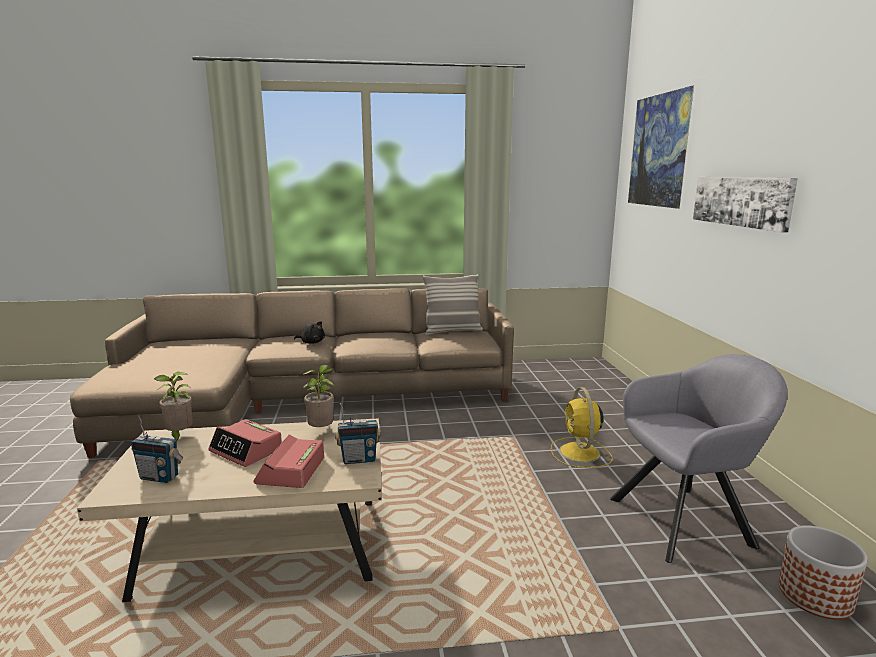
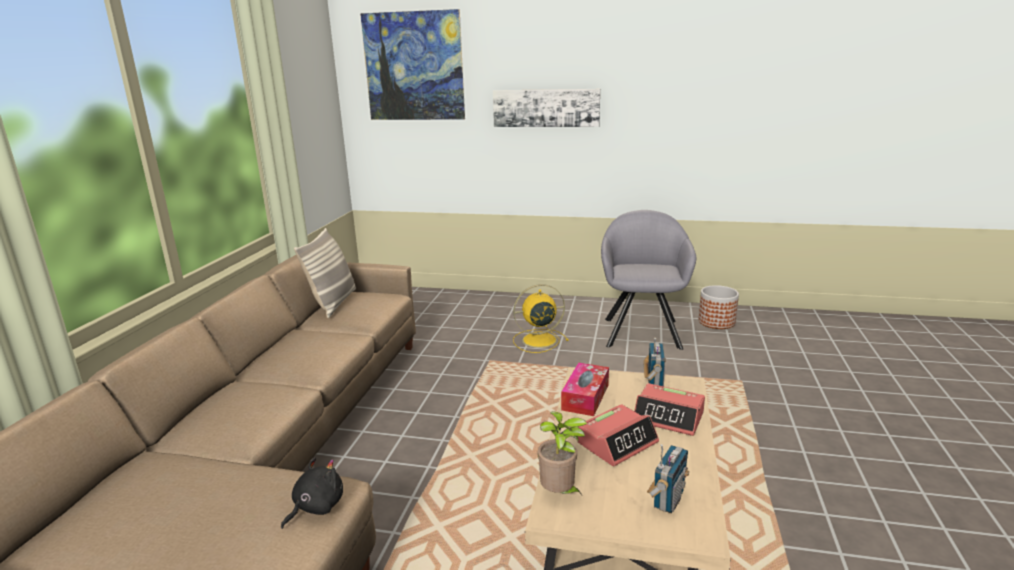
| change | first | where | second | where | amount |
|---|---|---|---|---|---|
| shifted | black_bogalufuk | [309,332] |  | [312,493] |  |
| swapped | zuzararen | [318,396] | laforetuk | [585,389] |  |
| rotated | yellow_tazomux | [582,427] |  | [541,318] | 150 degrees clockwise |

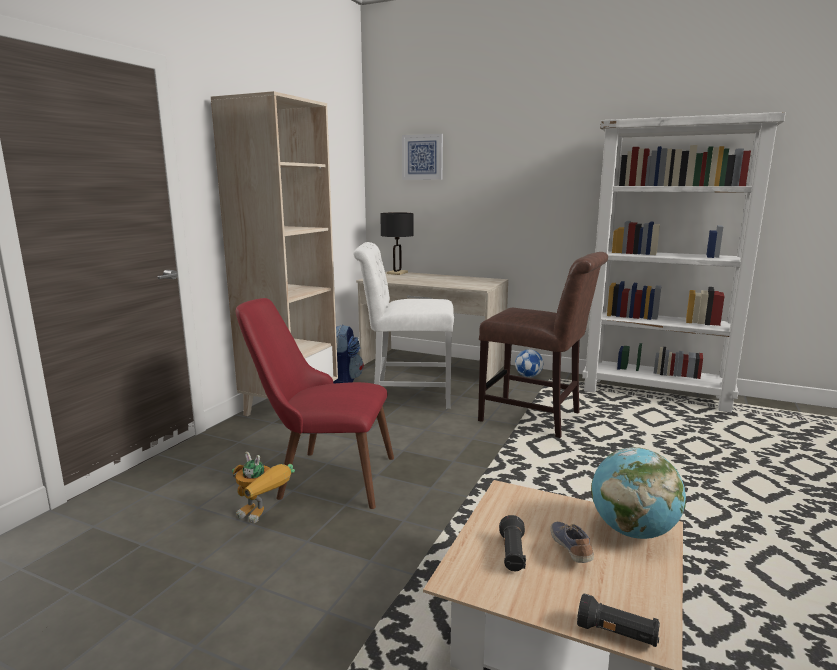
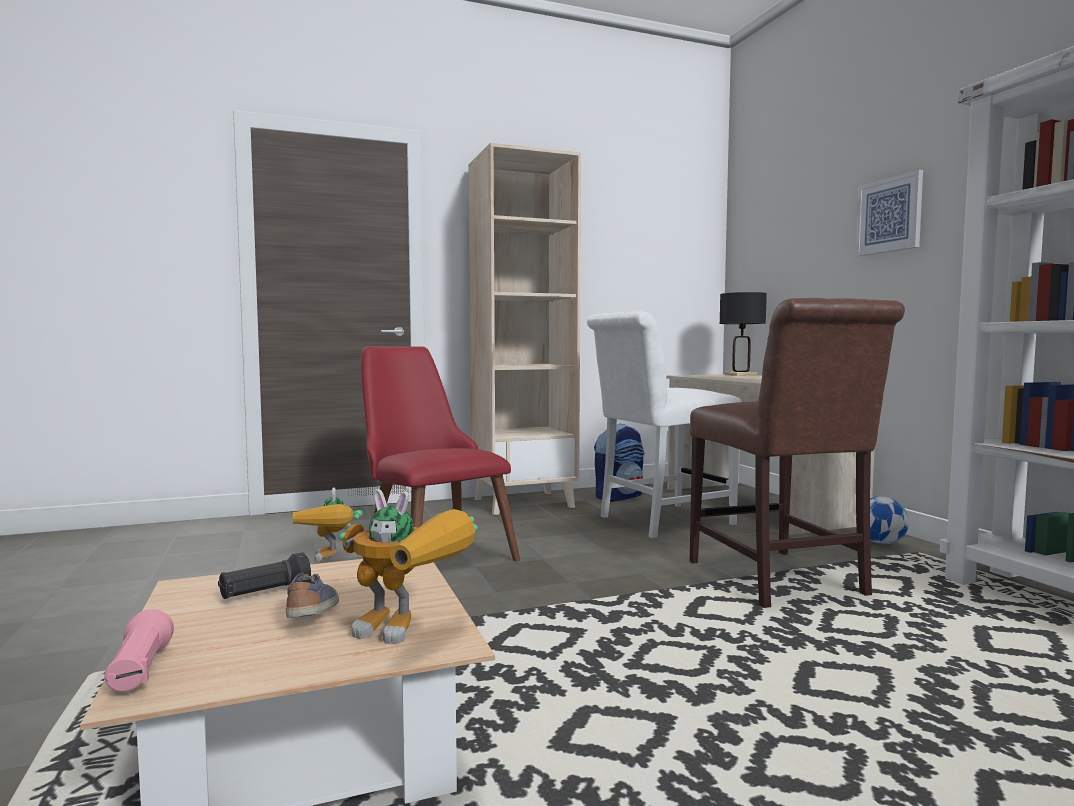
| change | first | where | second | where | amount |
|---|---|---|---|---|---|
| shifted | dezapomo | [422,157] |  | [889,213] |  |
| swapped | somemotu | [638,493] | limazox | [408,566] |  |
| repainted | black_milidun | [618,620] | pink_milidun | [139,650] |  |
| rotated | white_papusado | [403,325] |  | [664,424] | 75 degrees counterclockwise |
| rotated | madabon | [572,542] |  | [312,595] | 45 degrees counterclockwise |

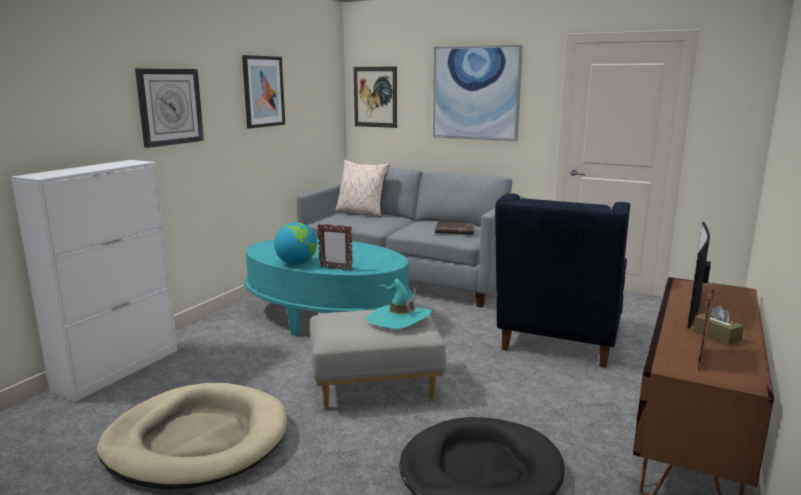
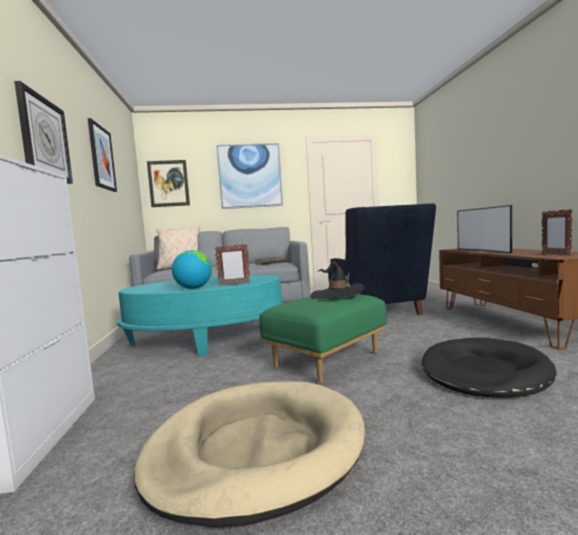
| change | first | where | second | where | amount |
|---|---|---|---|---|---|
| gone | brown_laforetuk | [718,325] |  |  |  |
| repainted | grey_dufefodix | [378,360] | green_dufefodix | [323,338] |  |
| repainted | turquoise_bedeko | [399,304] | black_bedeko | [337,280] |  |

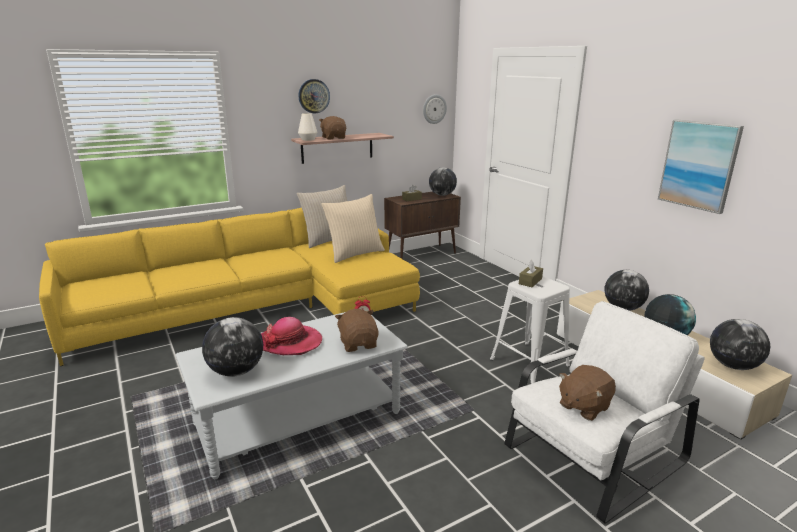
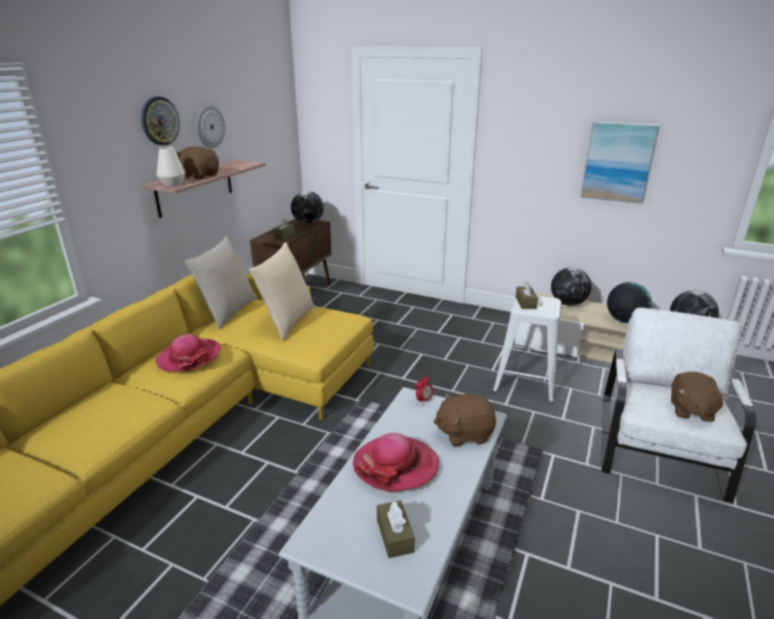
| change | first | where | second | where | amount |
|---|---|---|---|---|---|
| new |  |  | bedeko | [188,353] |  |
| shifted | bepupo | [435,109] |  | [210,126] |  |
| swapped | somemotu | [232,347] | brown_laforetuk | [396,529] |  |
| rotated | brown_bogalufuk | [357,330] |  | [464,419] | 45 degrees counterclockwise |

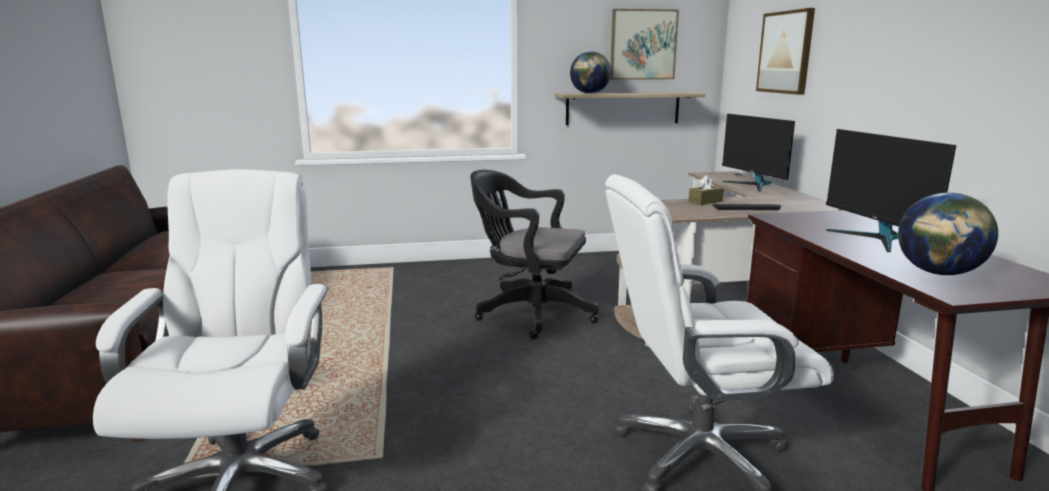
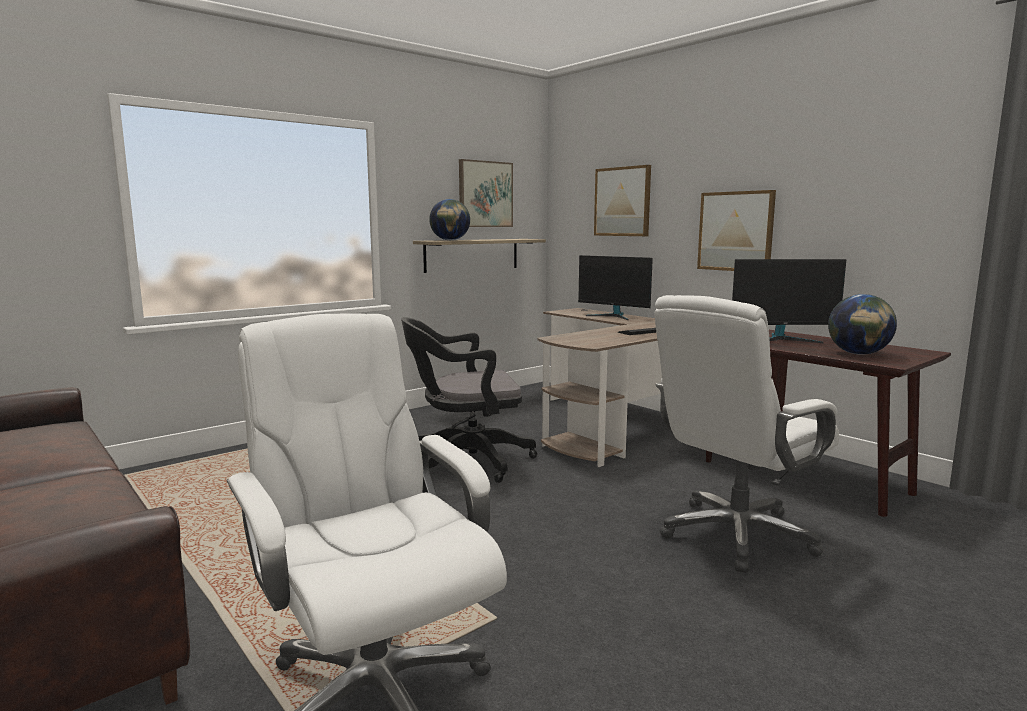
| change | first | where | second | where | amount |
|---|---|---|---|---|---|
| gone | brown_laforetuk | [706,190] |  |  |  |
| new |  |  | dezapomo | [736,230] |  |
| rotated | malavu | [891,190] |  | [789,301] | 45 degrees counterclockwise |

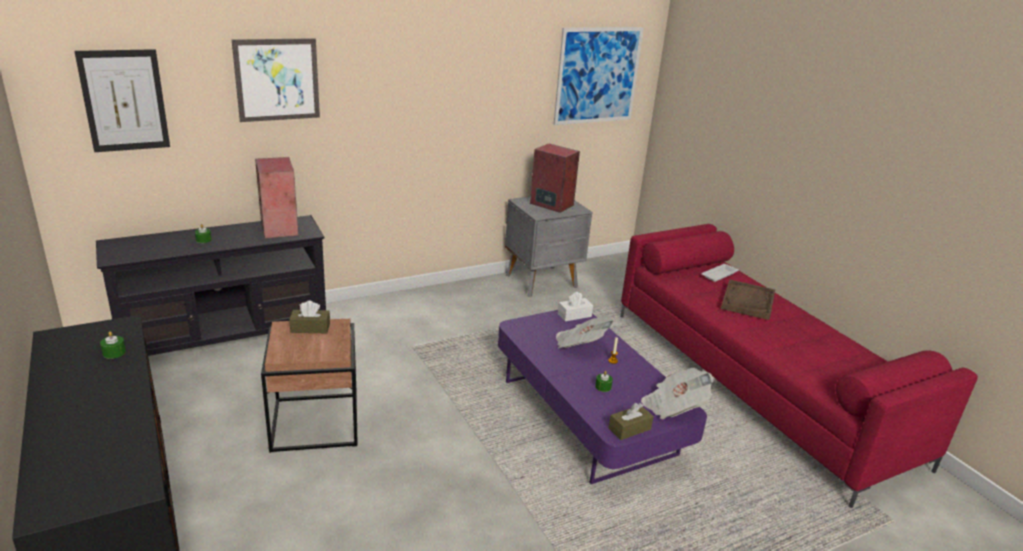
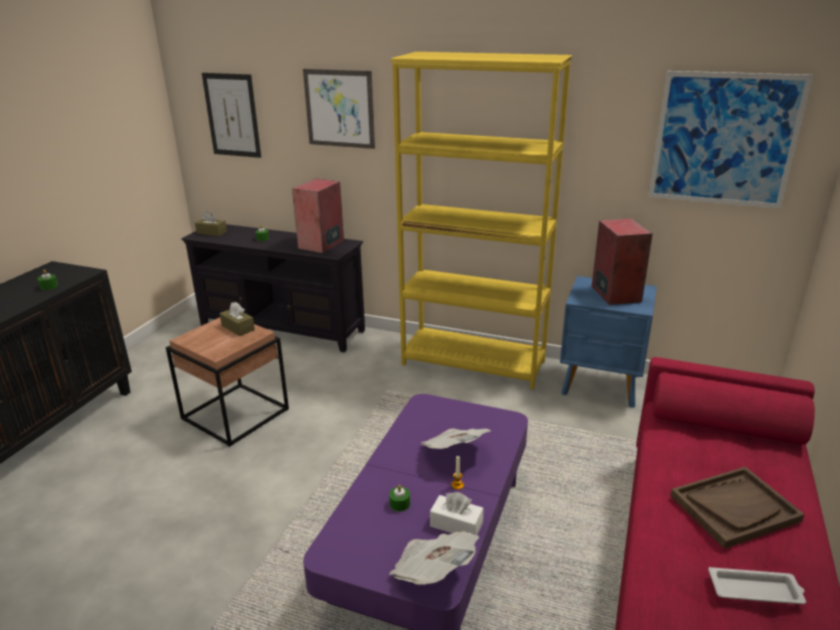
| change | first | where | second | where | amount |
|---|---|---|---|---|---|
| new |  |  | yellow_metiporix | [481,220] |  |
| shifted | white_laforetuk | [575,307] |  | [457,513] |  |
| shifted | brown_laforetuk | [631,421] |  | [211,223] |  |
| shifted | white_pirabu | [720,273] |  | [757,585] |  |
| repainted | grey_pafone | [548,247] | blue_pafone | [608,342] |  |

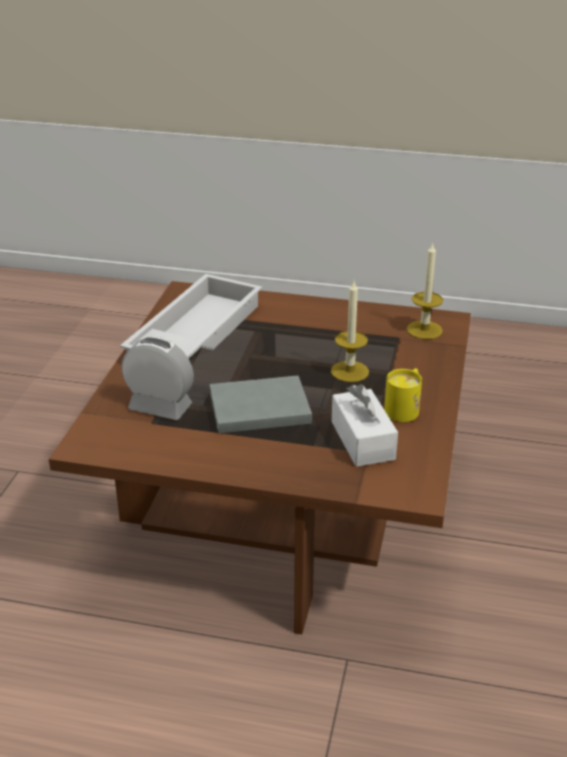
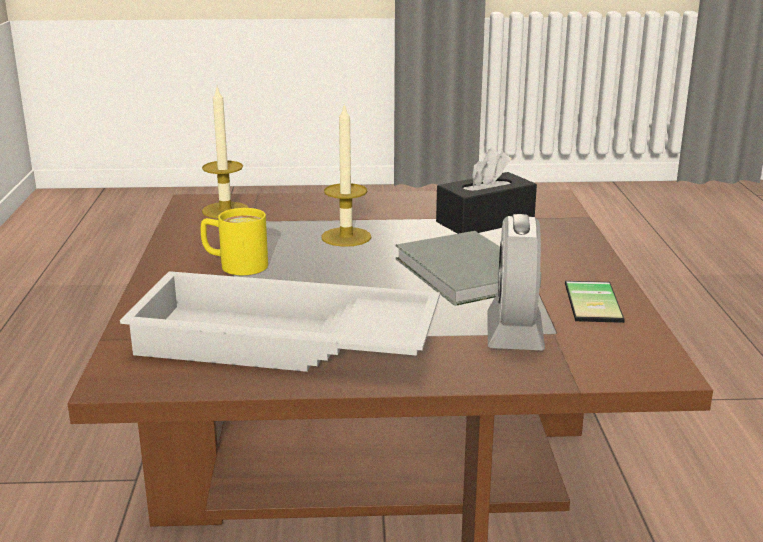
| change | first | where | second | where | amount |
|---|---|---|---|---|---|
| new |  |  | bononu | [595,302] |  |
| shifted | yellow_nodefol | [403,395] |  | [234,241] |  |
| repainted | white_laforetuk | [365,425] | black_laforetuk | [486,191] |  |

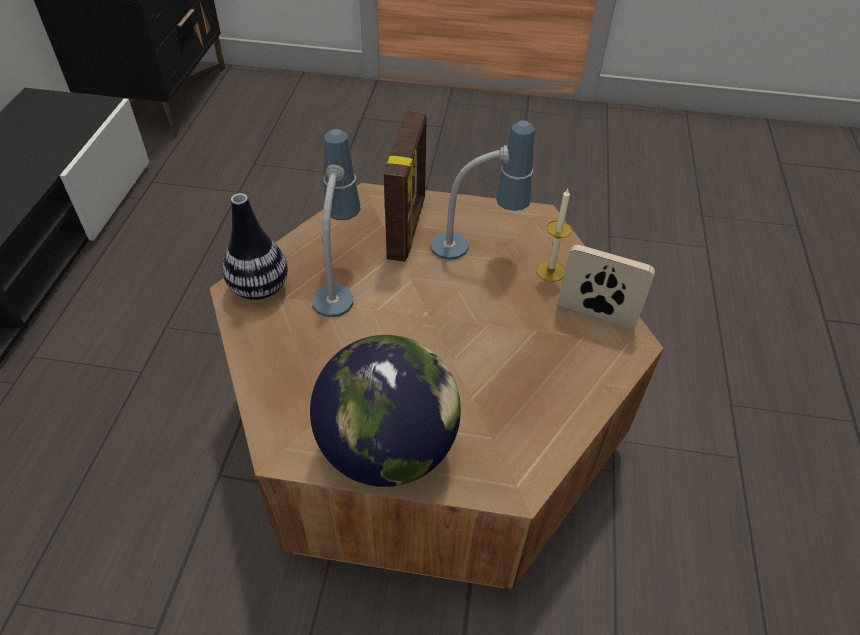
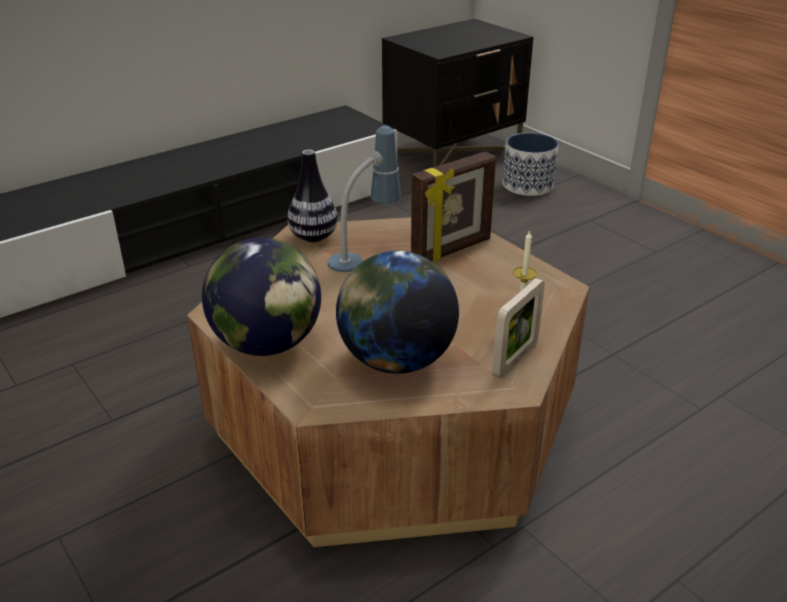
| change | first | where | second | where | amount |
|---|---|---|---|---|---|
| gone | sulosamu | [482,190] |  |  |  |
| new |  |  | somemotu | [397,312] |  |
| new |  |  | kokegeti | [531,164] |  |
| rotated | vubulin | [606,286] |  | [518,328] | 60 degrees clockwise |

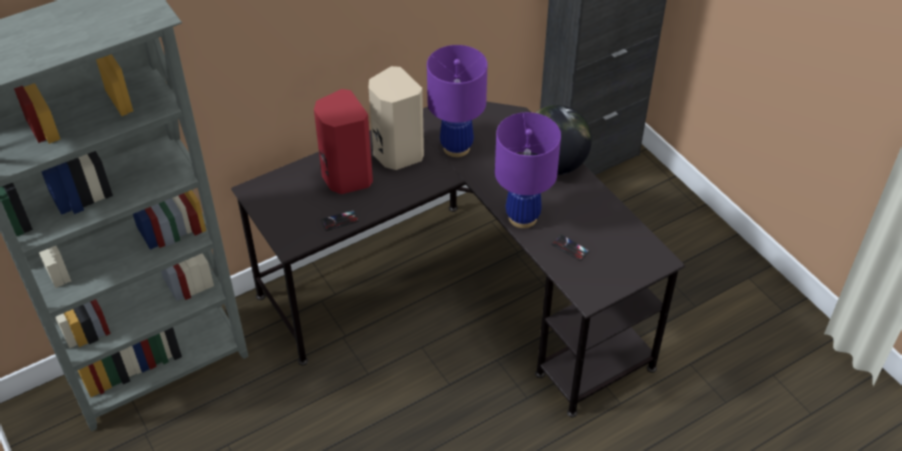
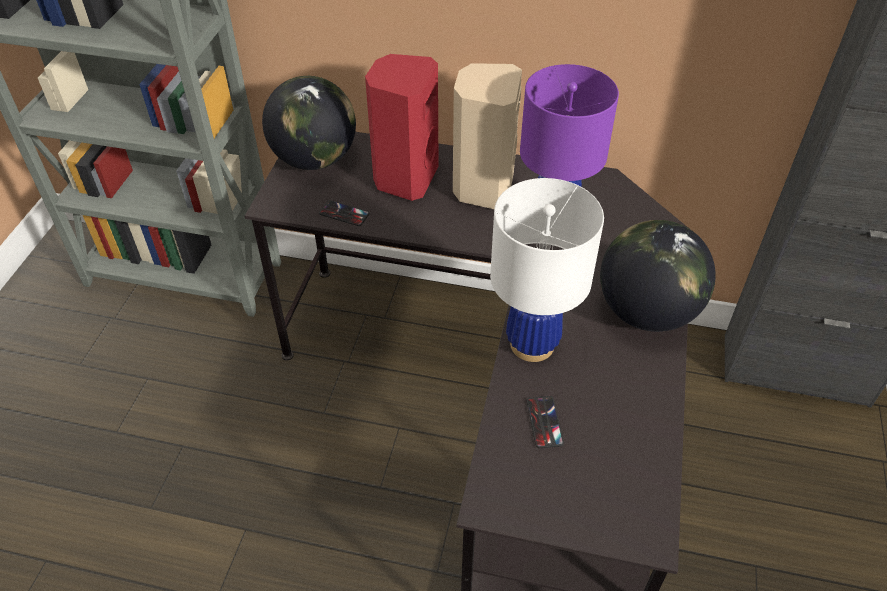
| change | first | where | second | where | amount |
|---|---|---|---|---|---|
| new |  |  | somemotu | [309,123] |  |
| repainted | purple_sulosamu | [528,170] | white_sulosamu | [547,270] |  |

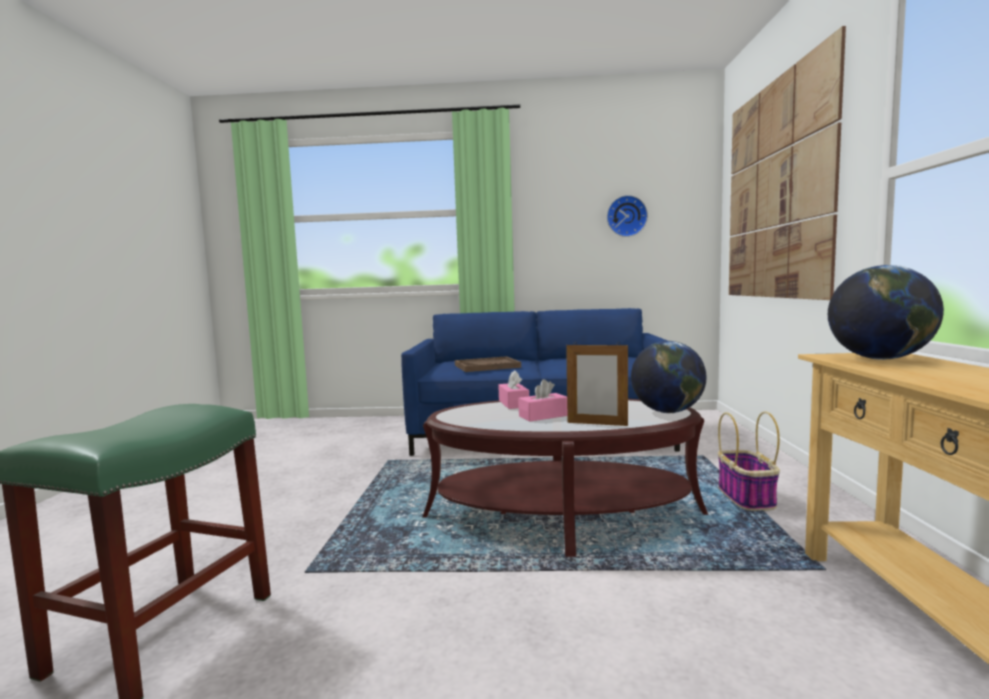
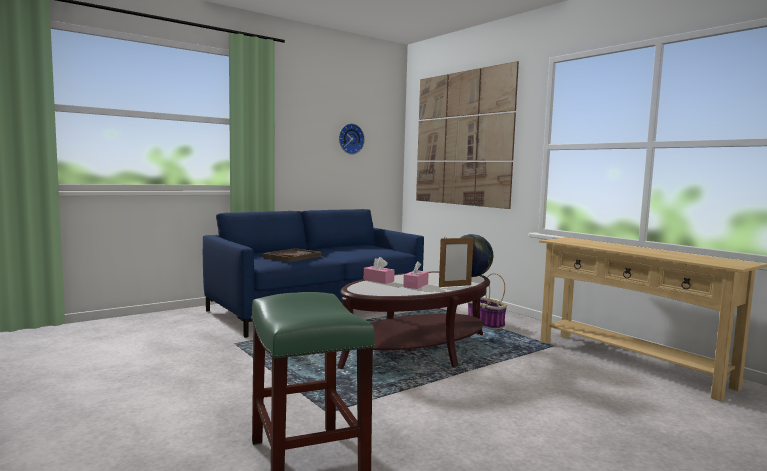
| change | first | where | second | where | amount |
|---|---|---|---|---|---|
| gone | somemotu | [886,312] |  |  |  |

